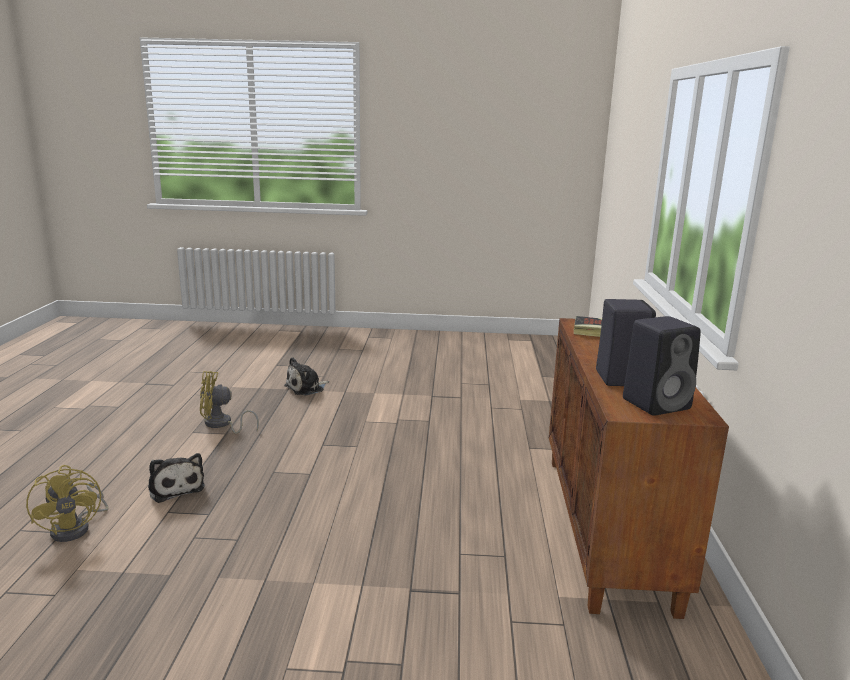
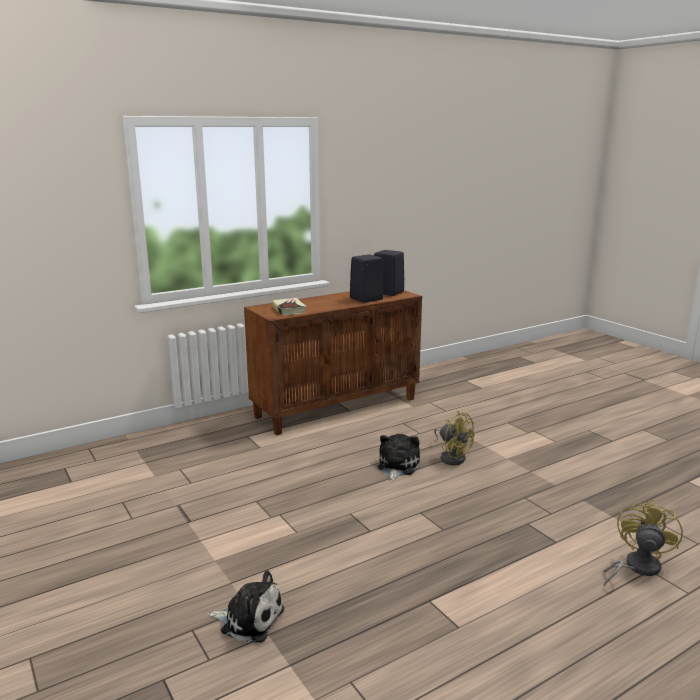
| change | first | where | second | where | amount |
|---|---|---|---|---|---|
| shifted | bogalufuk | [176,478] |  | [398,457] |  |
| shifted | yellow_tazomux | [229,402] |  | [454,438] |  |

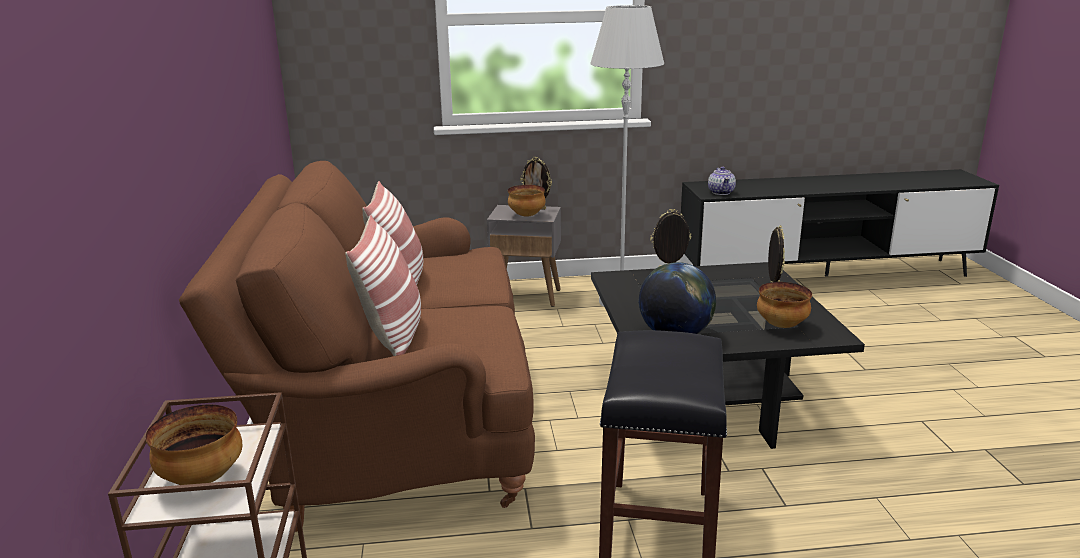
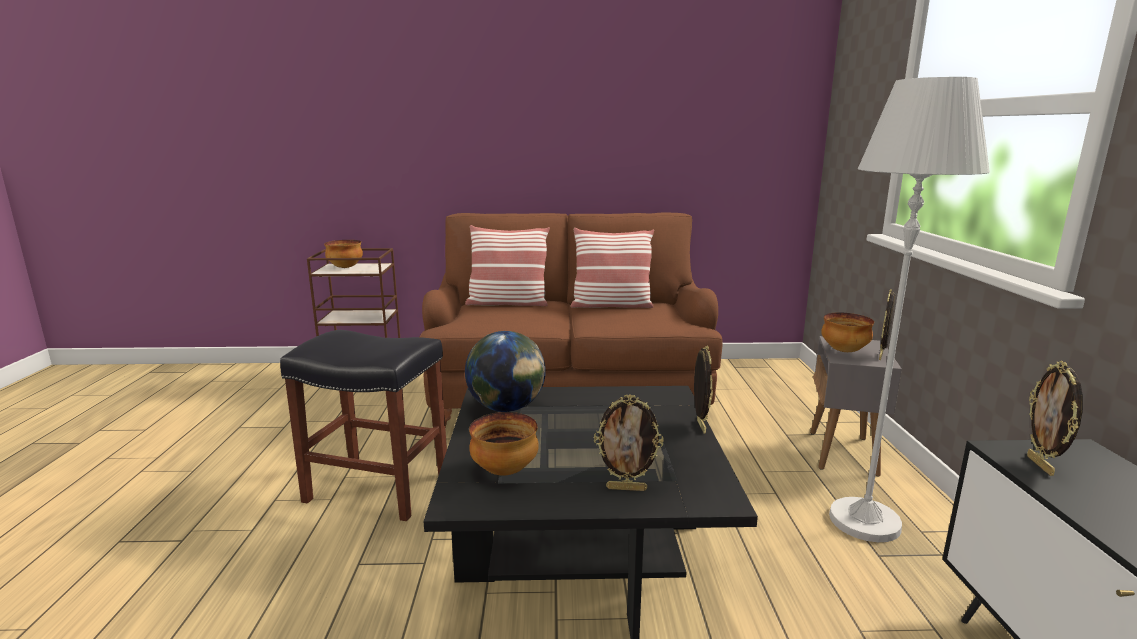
| change | first | where | second | where | amount |
|---|---|---|---|---|---|
| swapped | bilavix | [722,181] | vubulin | [1055,418] |  |

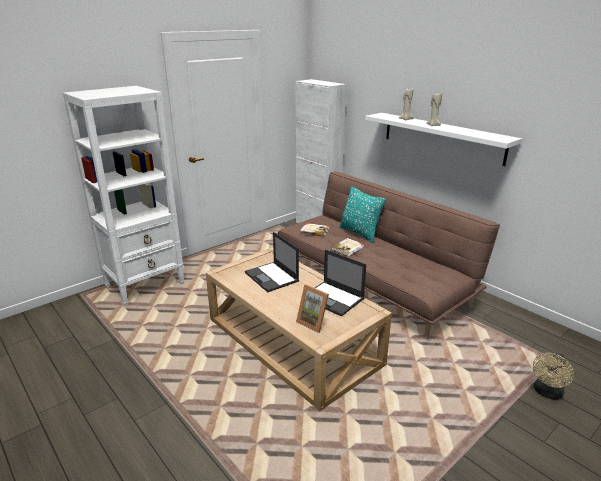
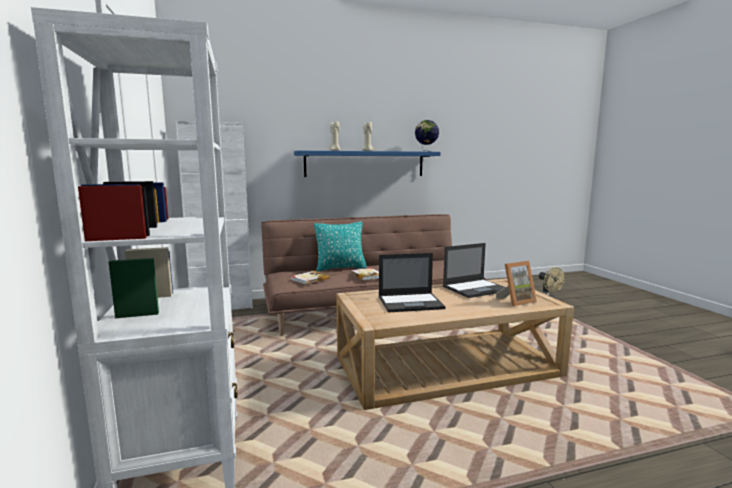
| change | first | where | second | where | amount |
|---|---|---|---|---|---|
| new |  |  | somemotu | [427,136] |  |
| repainted | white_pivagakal | [443,139] | blue_pivagakal | [367,164] |  |

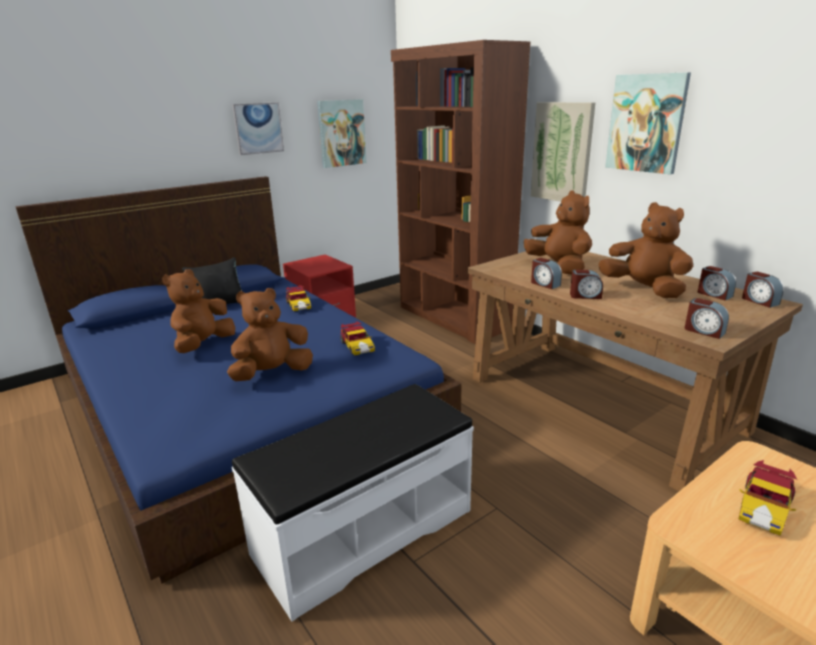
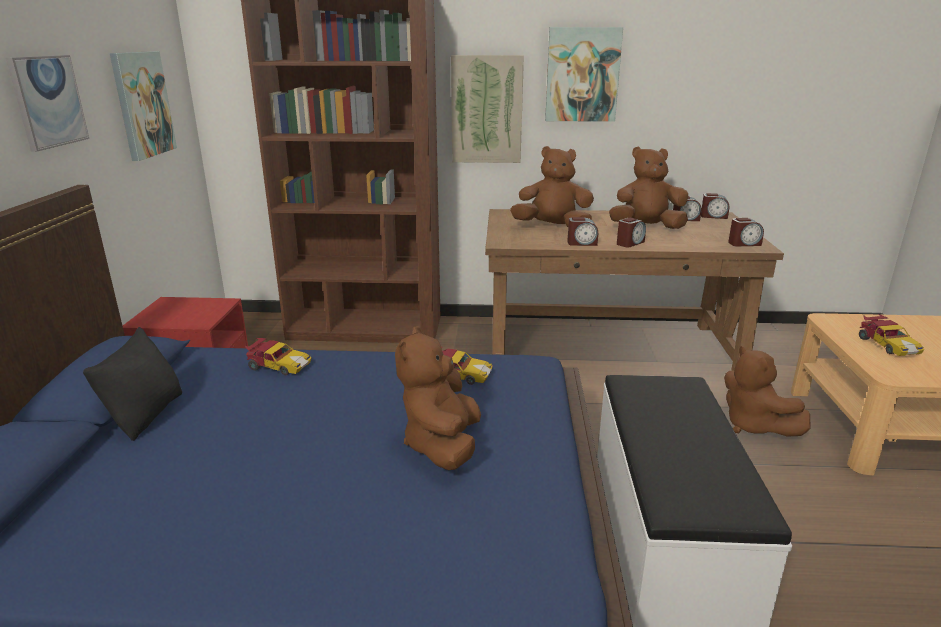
| change | first | where | second | where | amount |
|---|---|---|---|---|---|
| shifted | brown_bogalufuk | [198,311] |  | [767,391] |  |

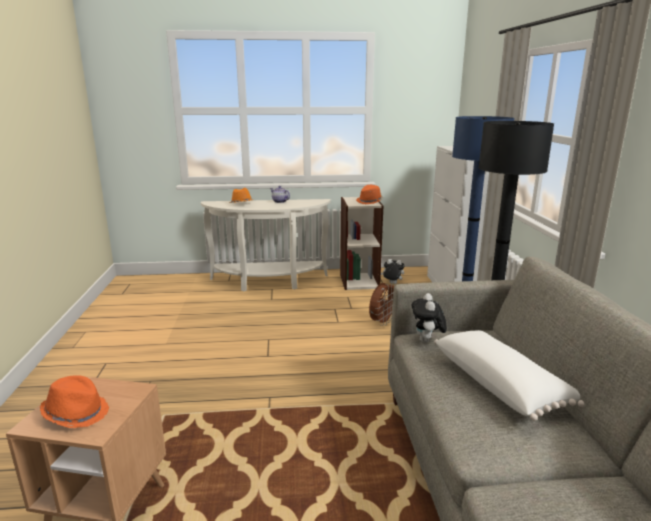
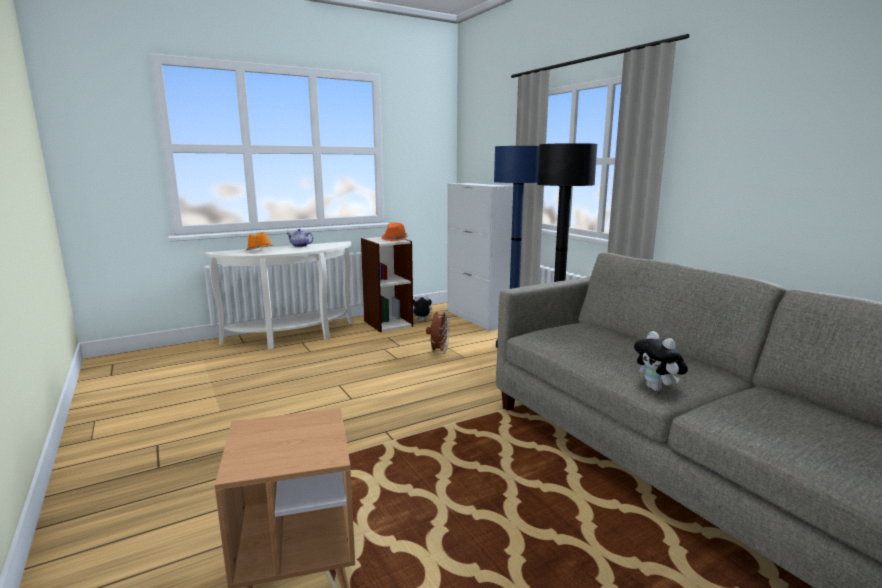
| change | first | where | second | where | amount |
|---|---|---|---|---|---|
| gone | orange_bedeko | [74,401] |  |  |  |
| gone | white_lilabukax | [509,375] |  |  |  |
| shifted | bogalufuk | [429,318] |  | [661,361] |  |

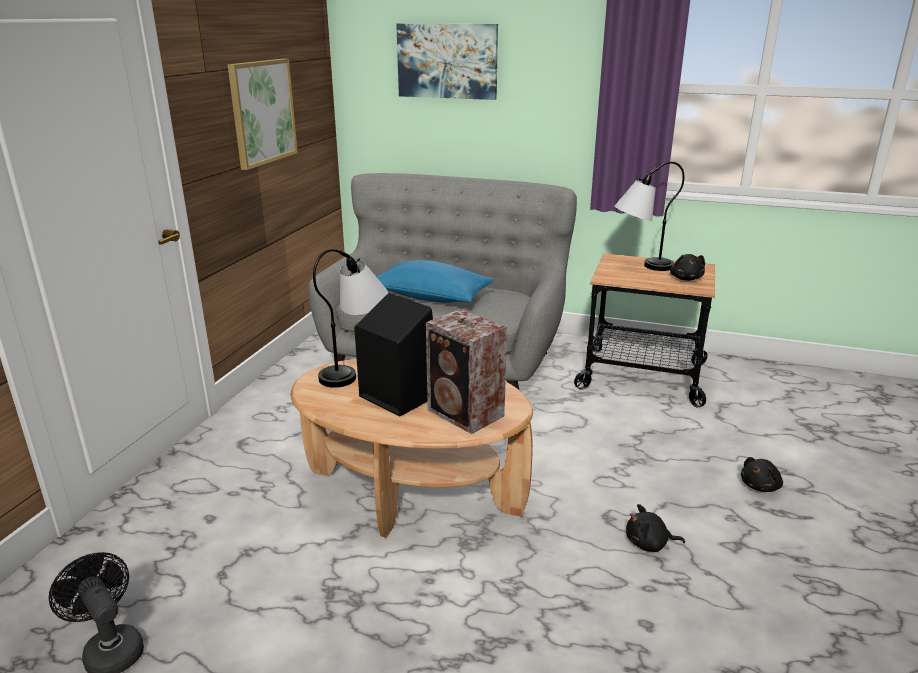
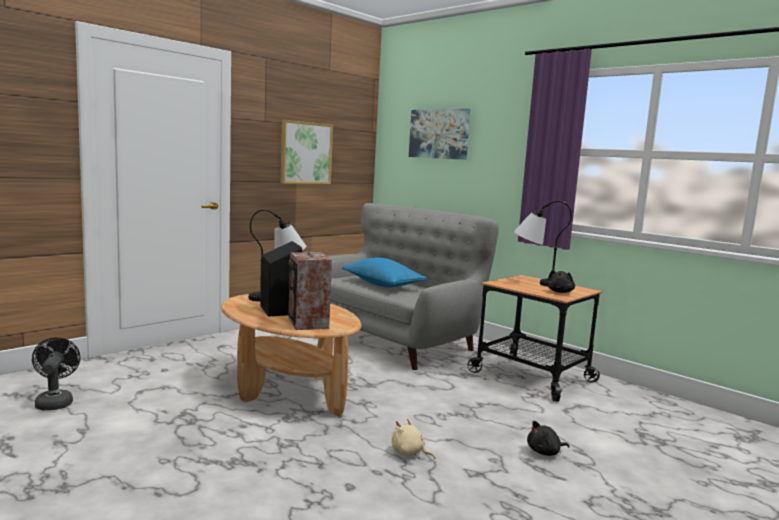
| change | first | where | second | where | amount |
|---|---|---|---|---|---|
| repainted | black_bogalufuk | [655,528] | beige_bogalufuk | [413,438] |  |

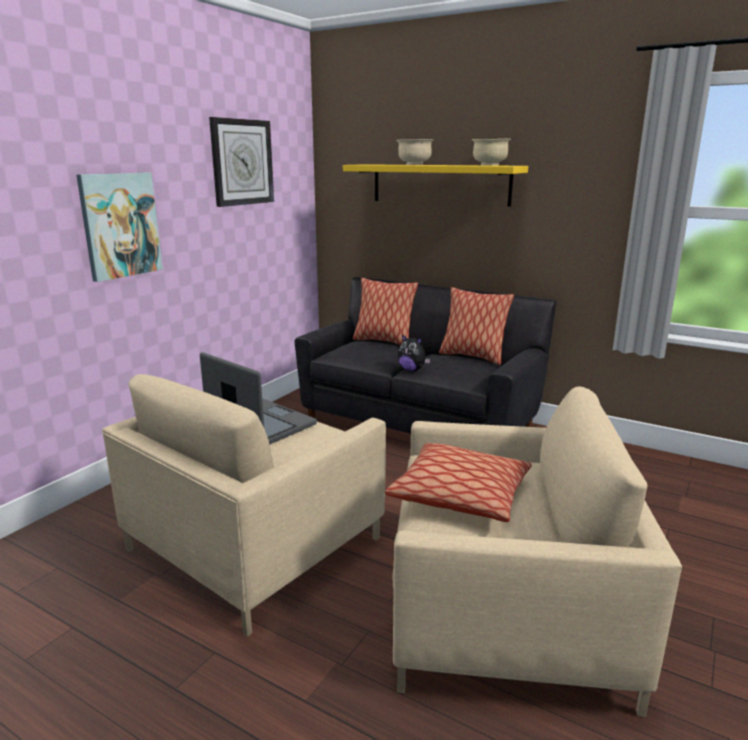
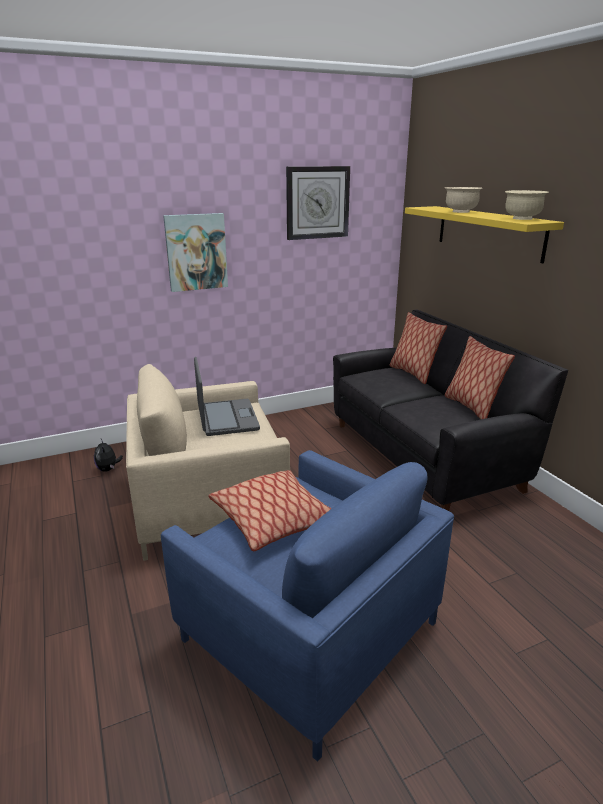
| change | first | where | second | where | amount |
|---|---|---|---|---|---|
| shifted | bogalufuk | [414,352] |  | [108,455] |  |
| repainted | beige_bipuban | [537,551] | blue_bipuban | [307,606] |  |

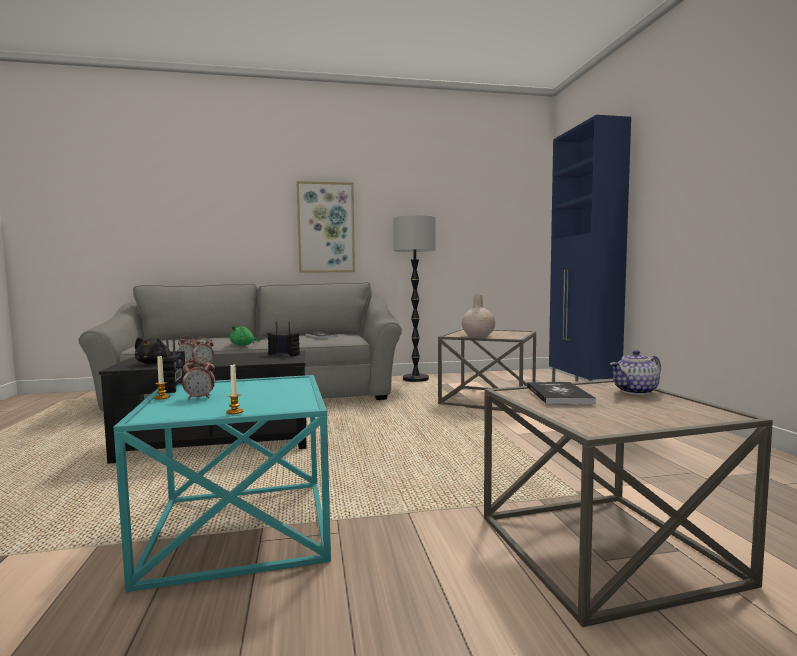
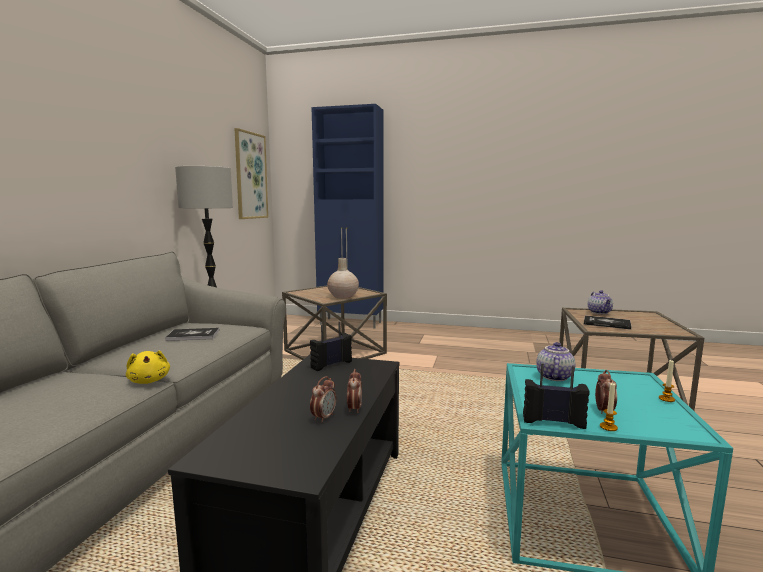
| change | first | where | second | where | amount |
|---|---|---|---|---|---|
| gone | black_bogalufuk | [152,350] |  |  |  |
| new |  |  | bilavix | [556,361] |  |
| shifted | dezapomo | [325,227] |  | [251,173] |  |
| repainted | green_bogalufuk | [244,335] | yellow_bogalufuk | [148,367] |  |

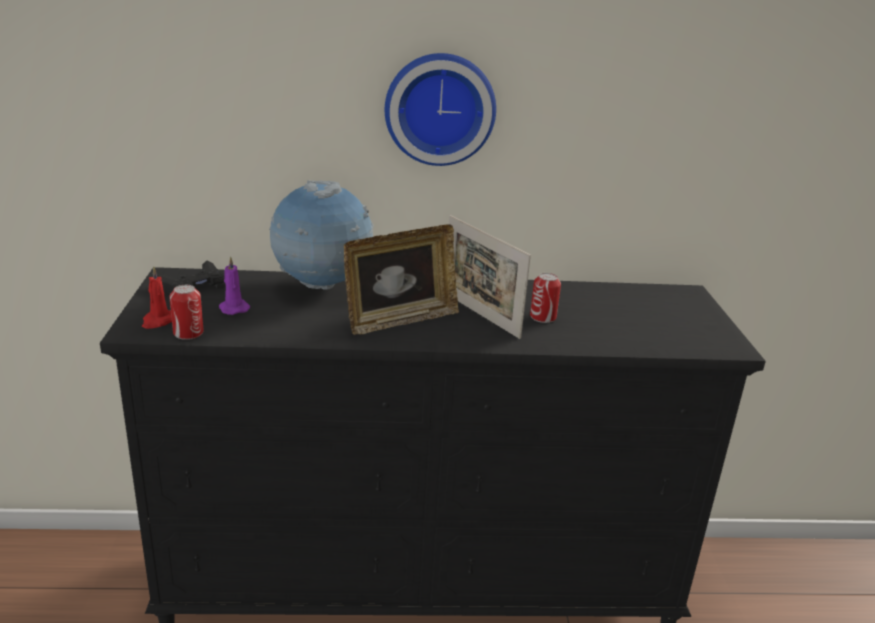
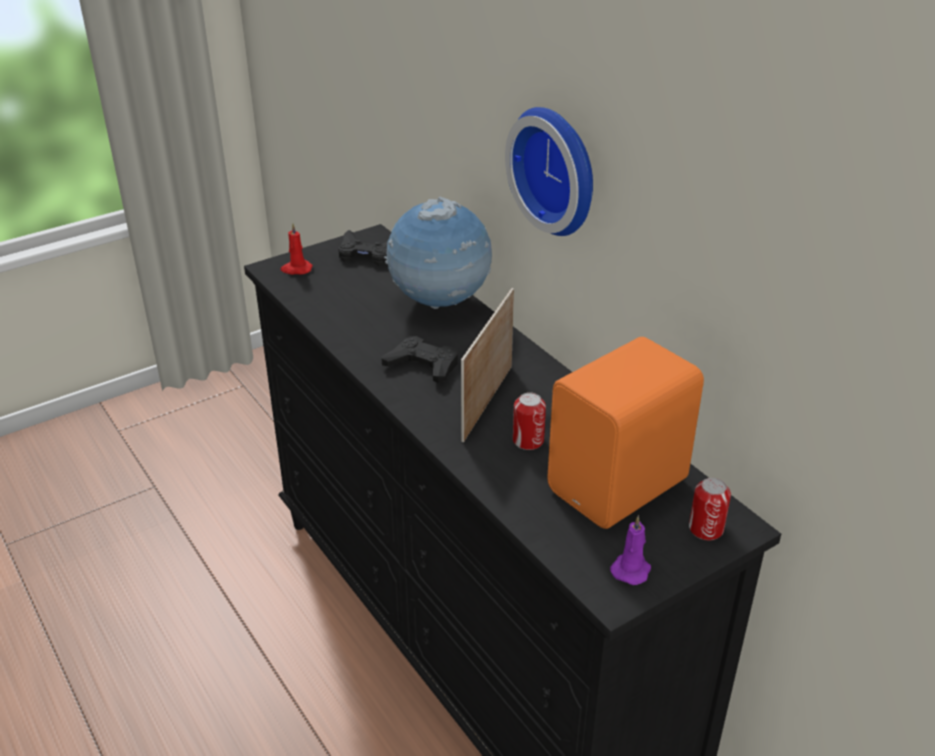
| change | first | where | second | where | amount |
|---|---|---|---|---|---|
| new |  |  | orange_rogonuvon | [625,433] |  |
| shifted | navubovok | [186,312] |  | [710,509] |  |
| shifted | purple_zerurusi | [234,285] |  | [630,550] |  |
| swapped | vubulin | [401,279] | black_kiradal | [420,359] |  |

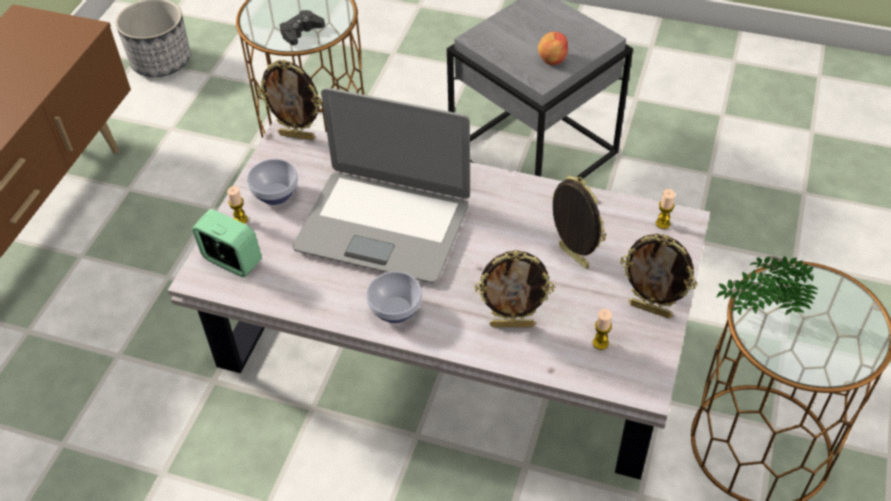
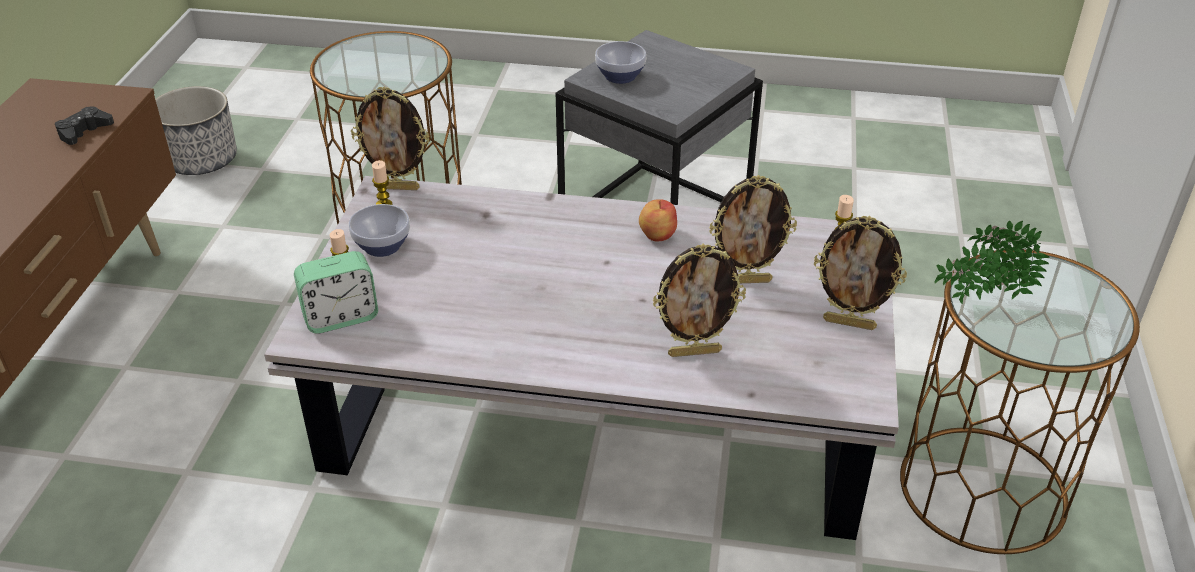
| change | first | where | second | where | amount |
|---|---|---|---|---|---|
| gone | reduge | [381,185] |  |  |  |
| shifted | black_kiradal | [302,27] |  | [84,125] |  |
| shifted | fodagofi | [394,297] |  | [620,62] |  |
| shifted | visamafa | [553,48] |  | [658,220] |  |
| shifted | zerurusi | [602,329] |  | [382,182] |  |
| rotated | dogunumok | [227,243] |  | [336,292] | 135 degrees clockwise |
| rotated | vubulin | [579,222] |  | [753,229] | 135 degrees clockwise |

